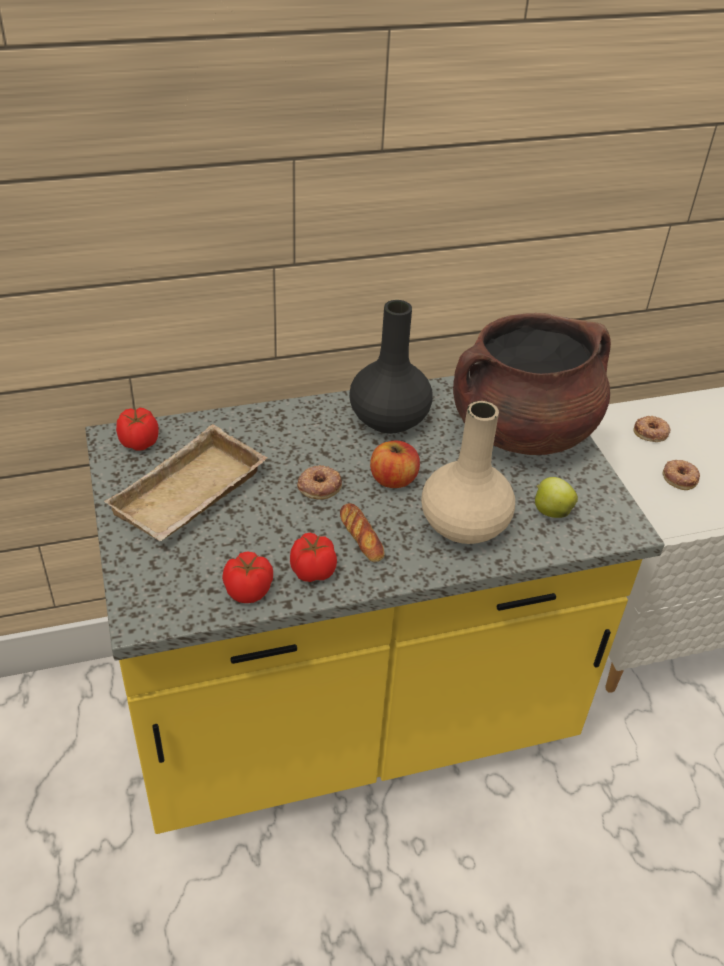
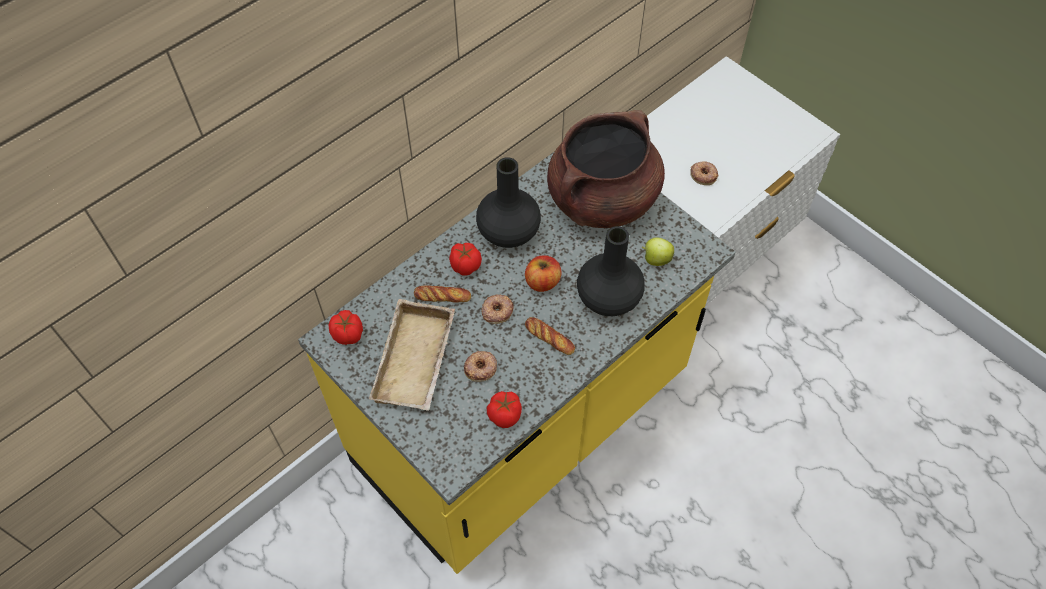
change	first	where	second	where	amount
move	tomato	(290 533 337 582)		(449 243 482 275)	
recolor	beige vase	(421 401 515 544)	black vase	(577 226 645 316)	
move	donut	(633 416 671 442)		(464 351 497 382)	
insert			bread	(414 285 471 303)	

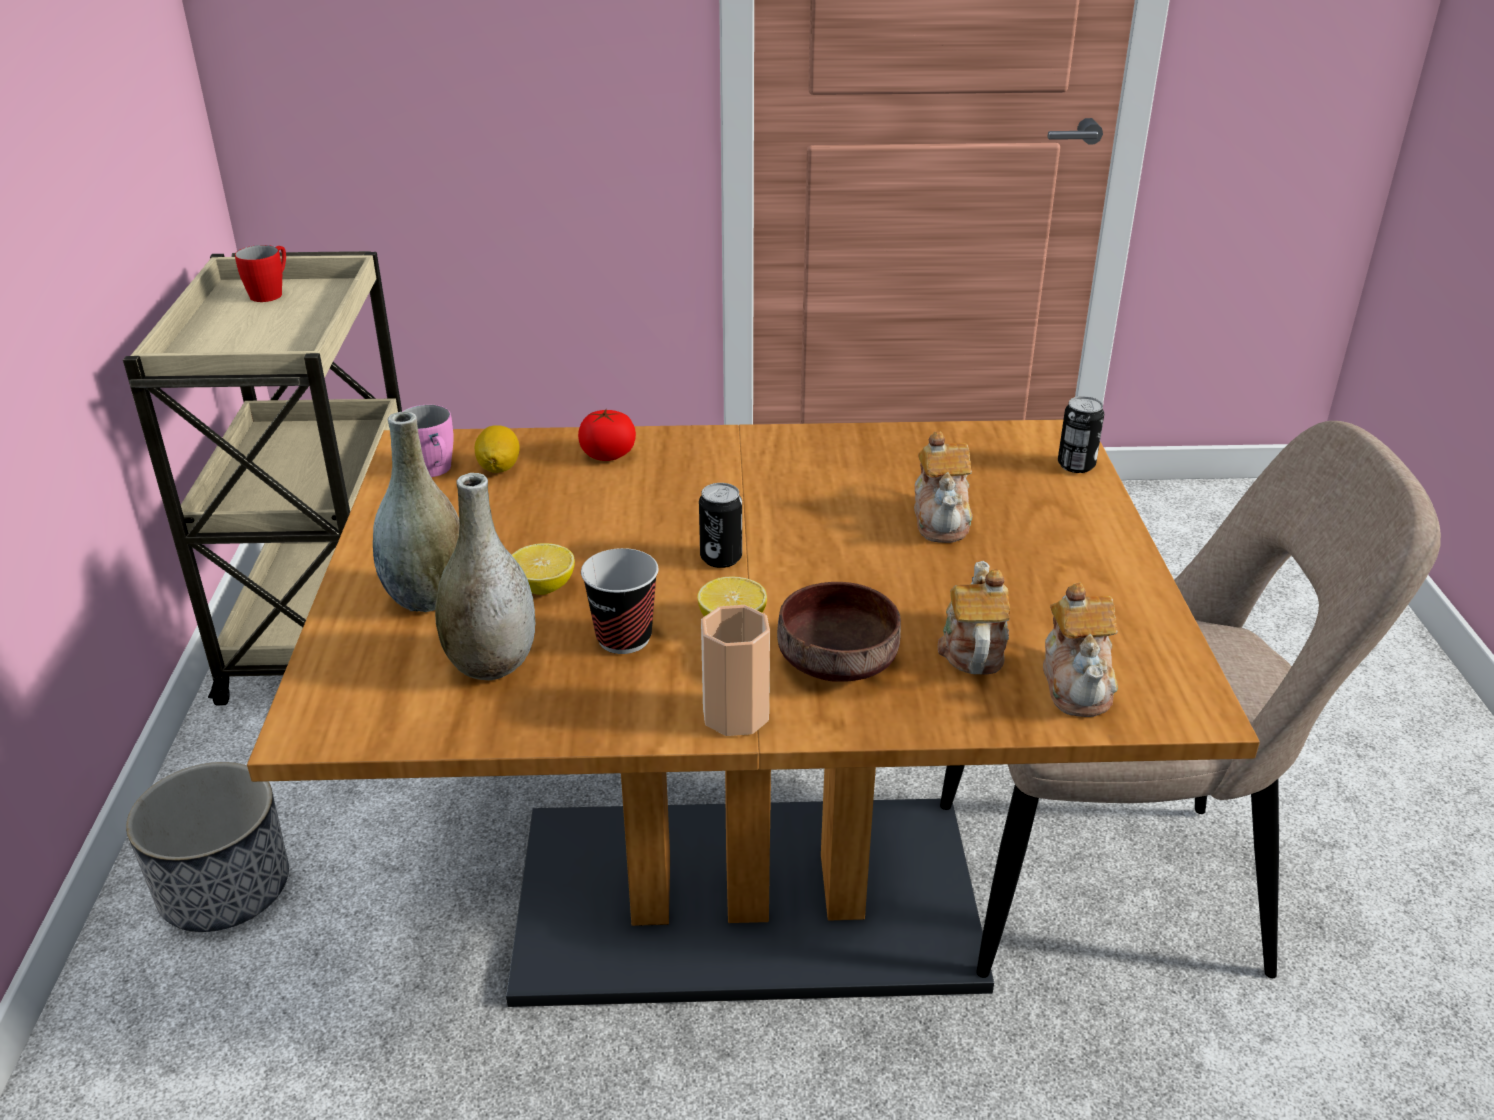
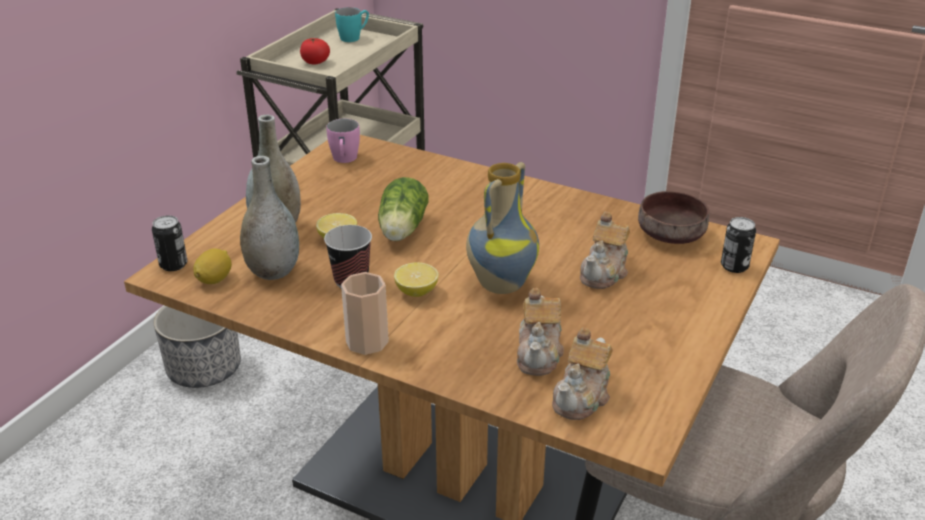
change	first	where	second	where	amount
recolor	red mug	(235 245 286 302)	turquoise mug	(335 7 369 42)	
move	lemon	(475 425 520 473)		(193 248 232 284)	
move	tomato	(578 409 636 461)		(300 38 330 64)	
move	can	(699 483 742 568)		(152 215 187 271)	
move	brown bowl	(777 582 901 682)		(638 191 709 244)	
rotate	teapot	(938 561 1010 675)		(517 288 564 376)	150 degrees clockwise
insert			lettuce	(378 177 429 241)	
insert			vase	(466 162 539 294)	

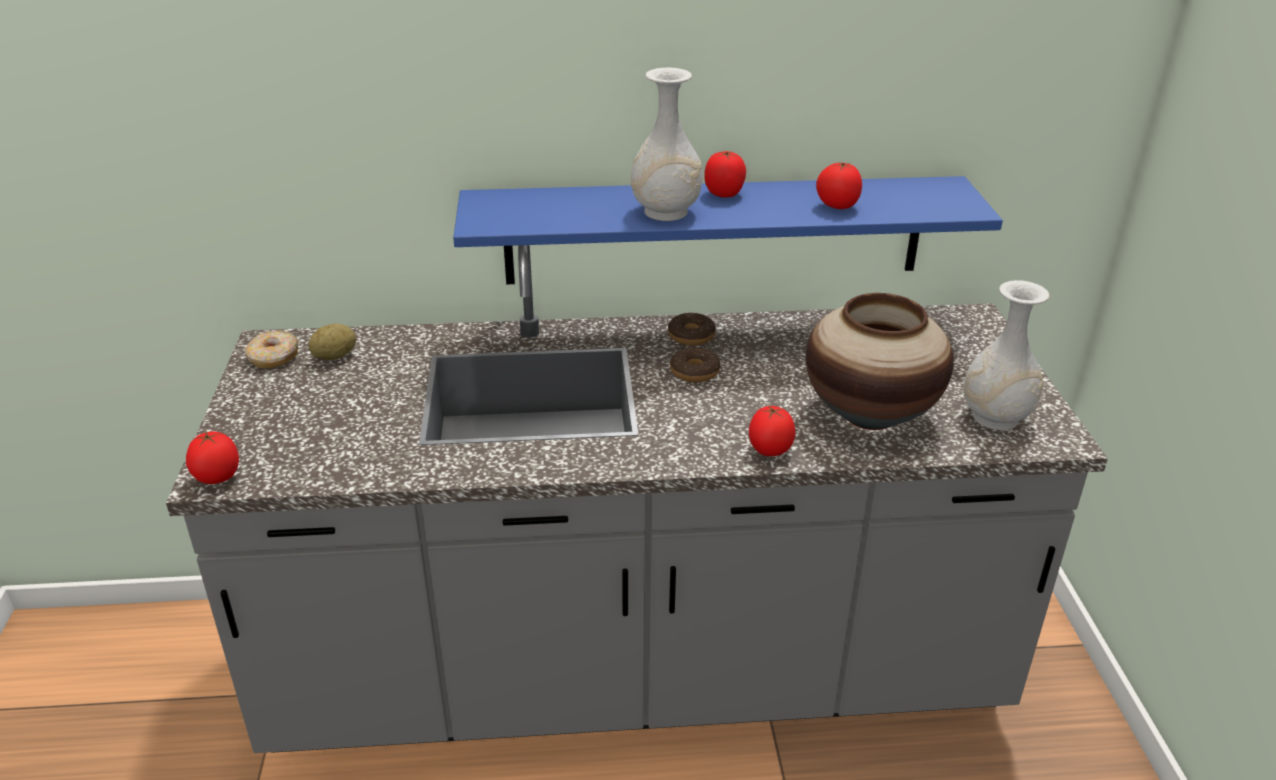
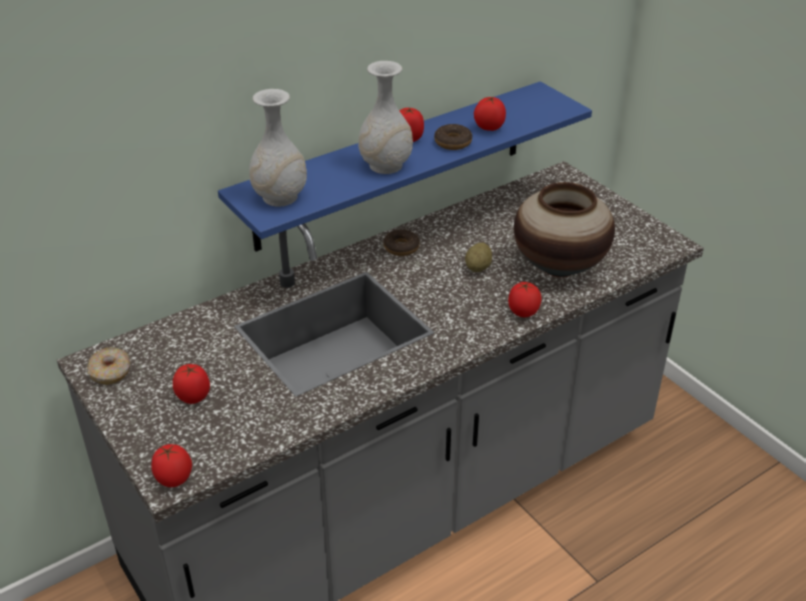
change	first	where	second	where	amount
move	potato	(308 323 356 360)		(465 243 492 272)	
move	donut	(670 347 720 383)		(434 124 472 150)	
move	white vase	(963 280 1049 430)		(249 89 307 206)	
insert			tomato	(173 364 210 404)	

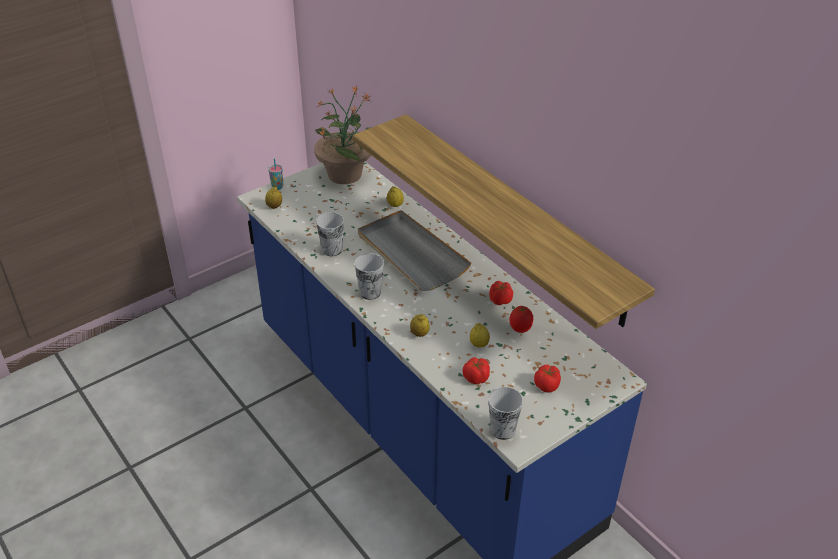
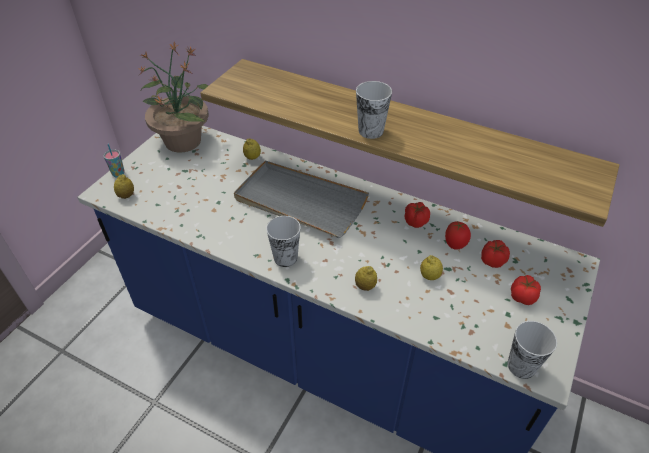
change	first	where	second	where	amount
move	cup	(316 212 344 256)		(356 81 392 139)	
move	tomato	(463 357 490 384)		(481 240 510 268)	

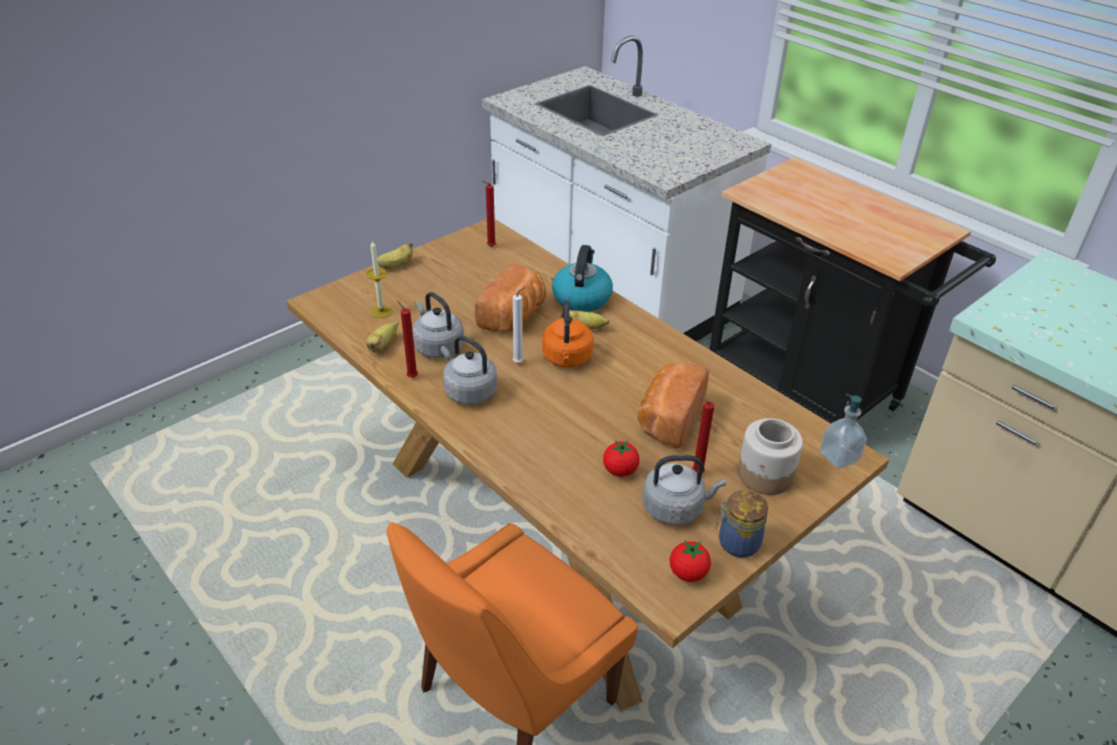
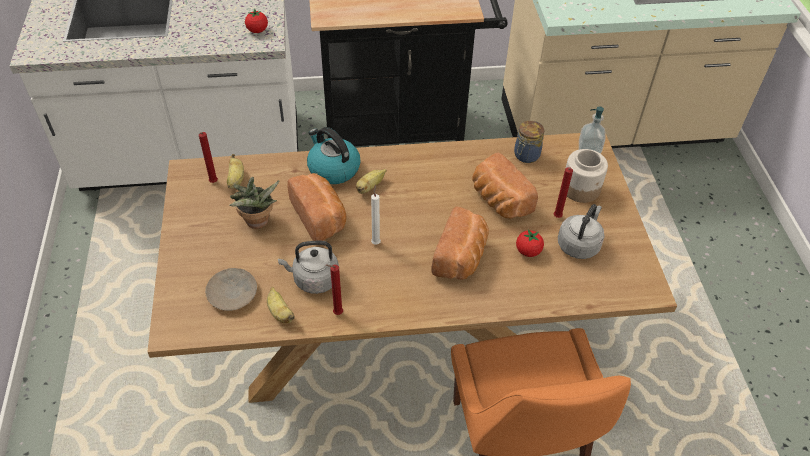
change	first	where	second	where	amount
replace	candle	(367 241 393 318)	beige plate	(205 268 257 311)	
move	banana	(377 242 413 269)		(227 154 244 188)	
delete	grey kettle	(441 336 497 405)			
delete	orange kettle	(542 300 593 367)			
move	tomato	(670 540 711 582)		(245 9 268 33)	
move	jar	(716 490 768 557)		(514 121 544 163)	
insert			potted plant	(229 177 280 229)	
insert			bread	(431 207 489 280)	

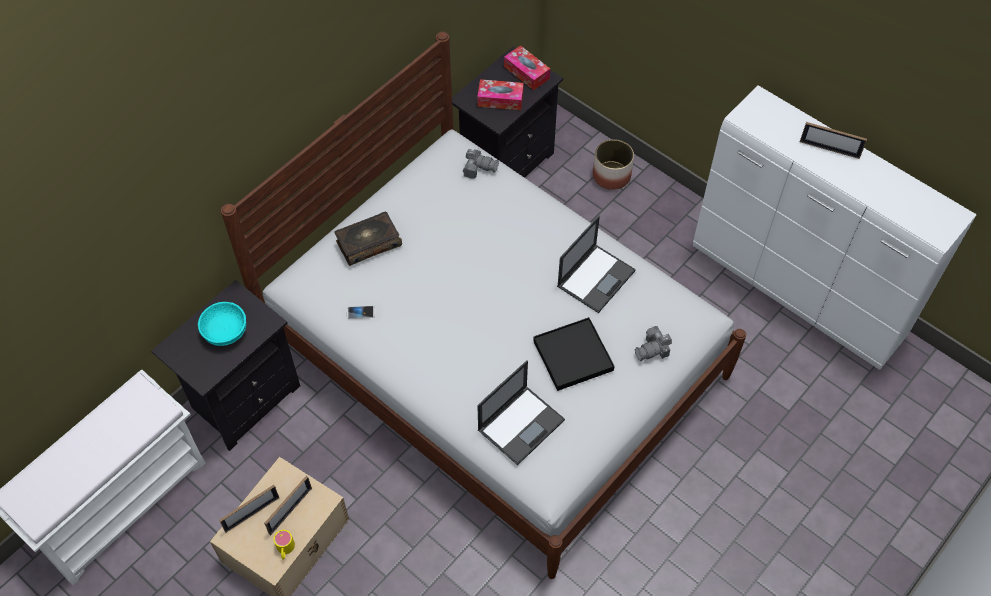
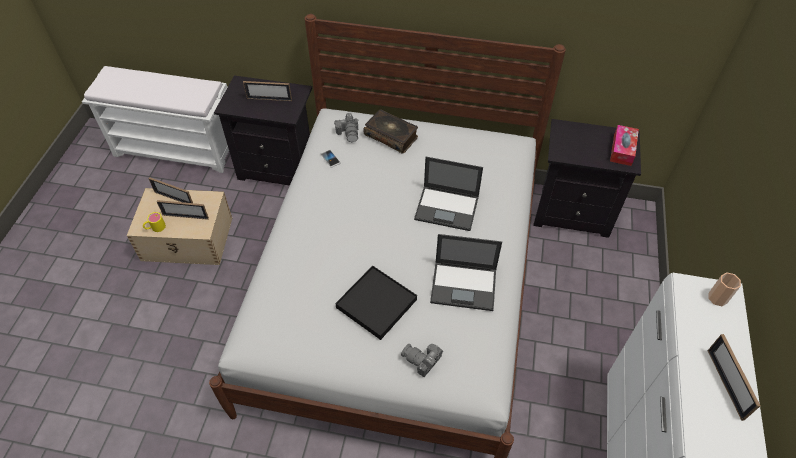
change	first	where	second	where	amount
replace	turquoise bowl	(198 302 246 346)	picture frame	(243 81 292 101)	
move	photo camera	(463 149 499 179)		(334 113 358 142)	
delete	tissue box	(477 79 524 110)			
move	laptop	(477 360 565 465)		(414 157 483 231)	
delete	planter	(593 139 634 190)			
insert			cup	(708 272 741 306)	

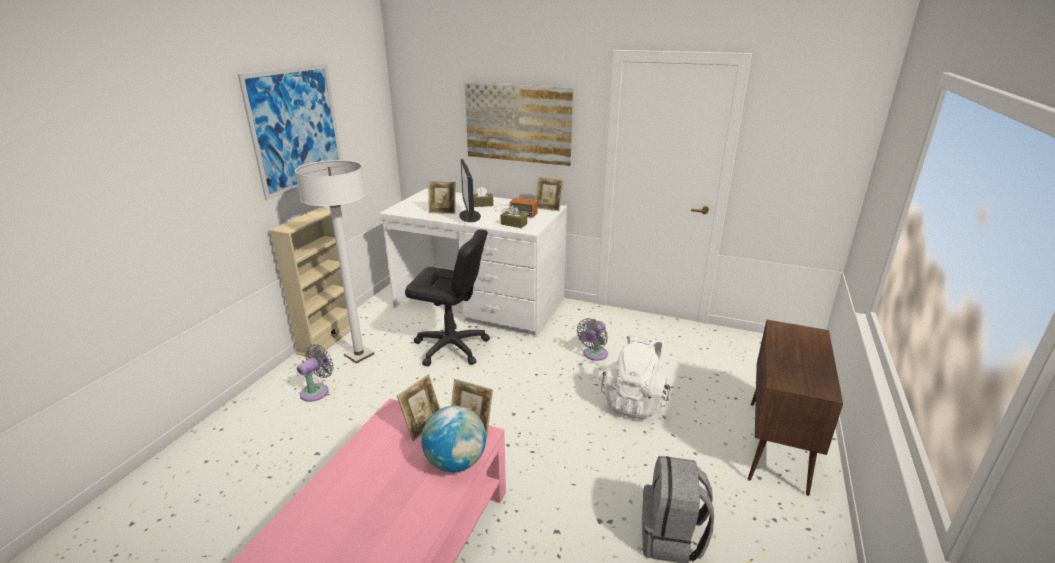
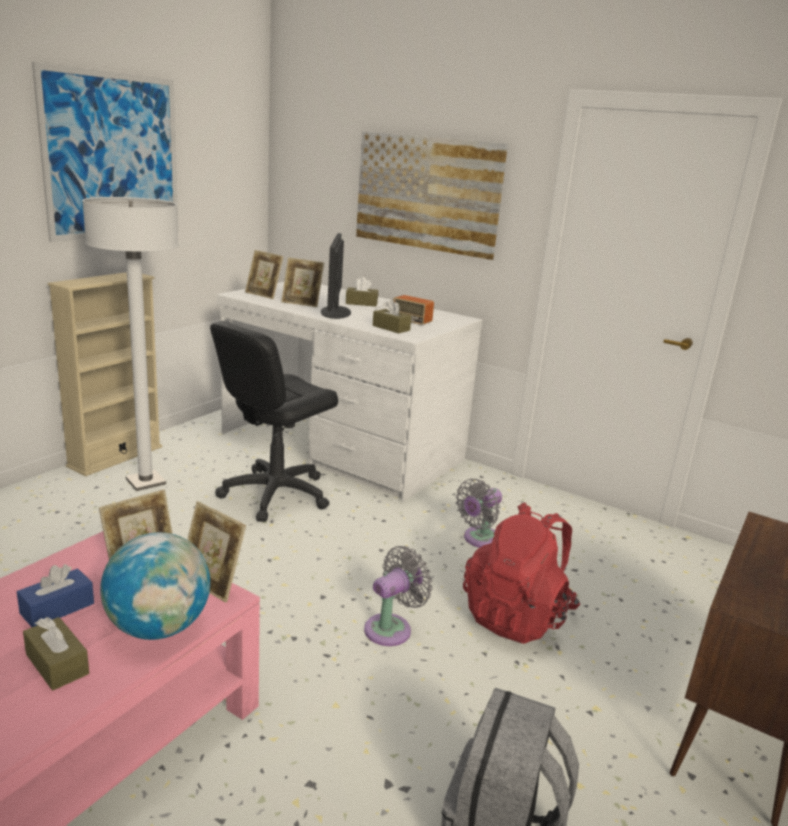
change	first	where	second	where	amount
move	grey fan	(297 344 334 402)		(364 546 433 646)	
rotate	black office chair	(405 229 490 367)		(210 321 338 522)	105 degrees clockwise
move	picture frame	(535 177 564 211)		(245 250 283 299)	
recolor	white backpack	(601 333 671 420)	red backpack	(463 502 580 644)	
insert			blue tissue box	(17 564 94 627)	
insert			brown tissue box	(23 617 89 691)	

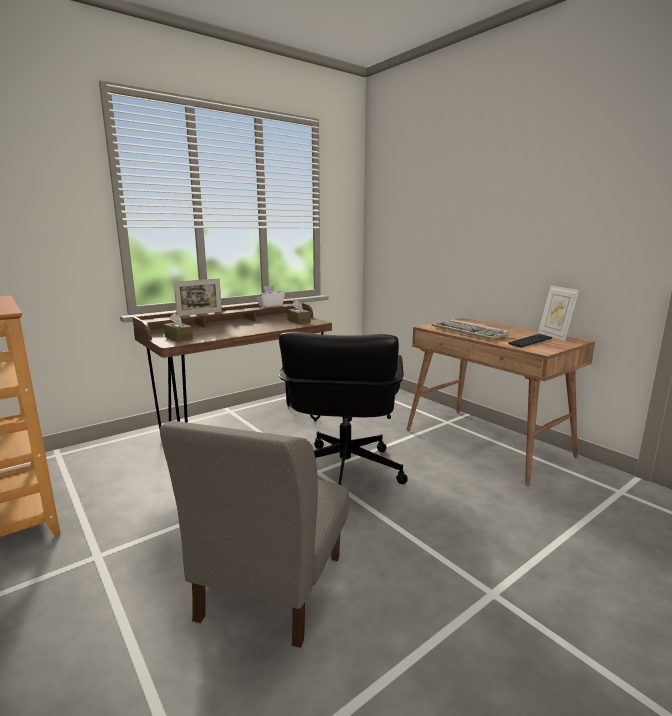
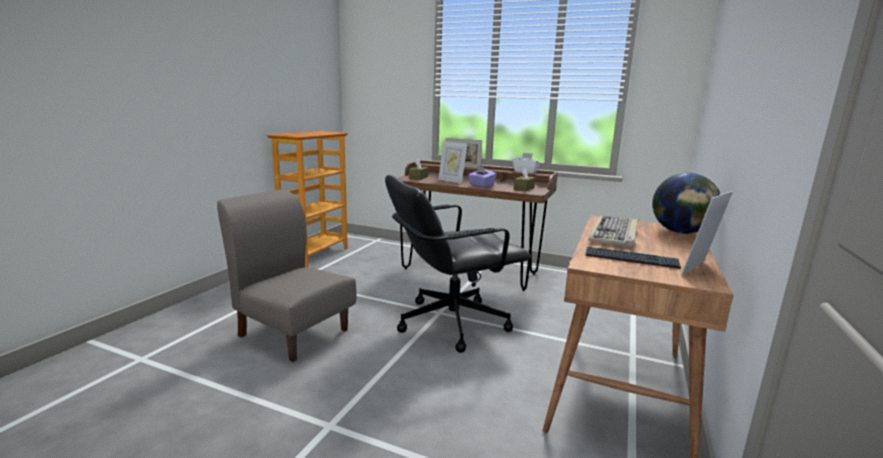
change	first	where	second	where	amount
rotate	grey chair	(160 421 349 648)		(217 189 357 362)	45 degrees clockwise
insert			picture frame	(438 141 468 183)	
insert			purple tissue box	(468 166 497 188)	
insert			globe	(652 173 720 234)	

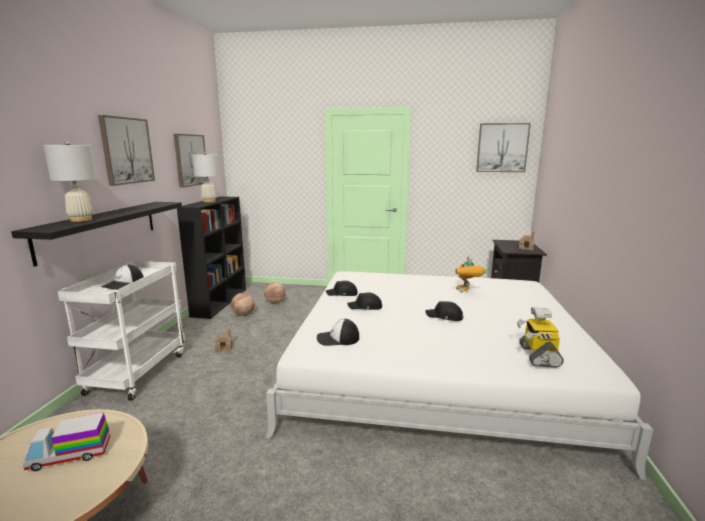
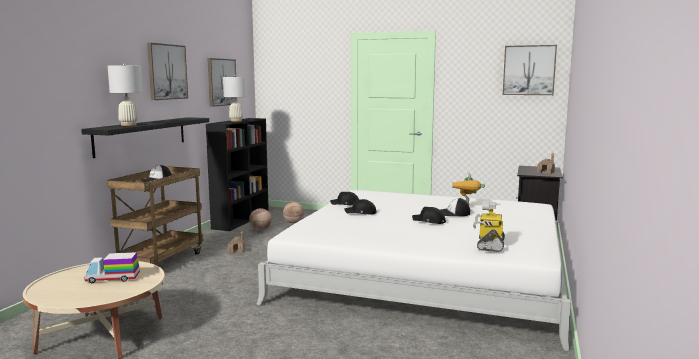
change	first	where	second	where	amount
recolor	white cart	(57 261 185 401)	brown cart	(107 166 203 265)	
move	cap	(317 319 359 346)		(440 198 470 216)	

